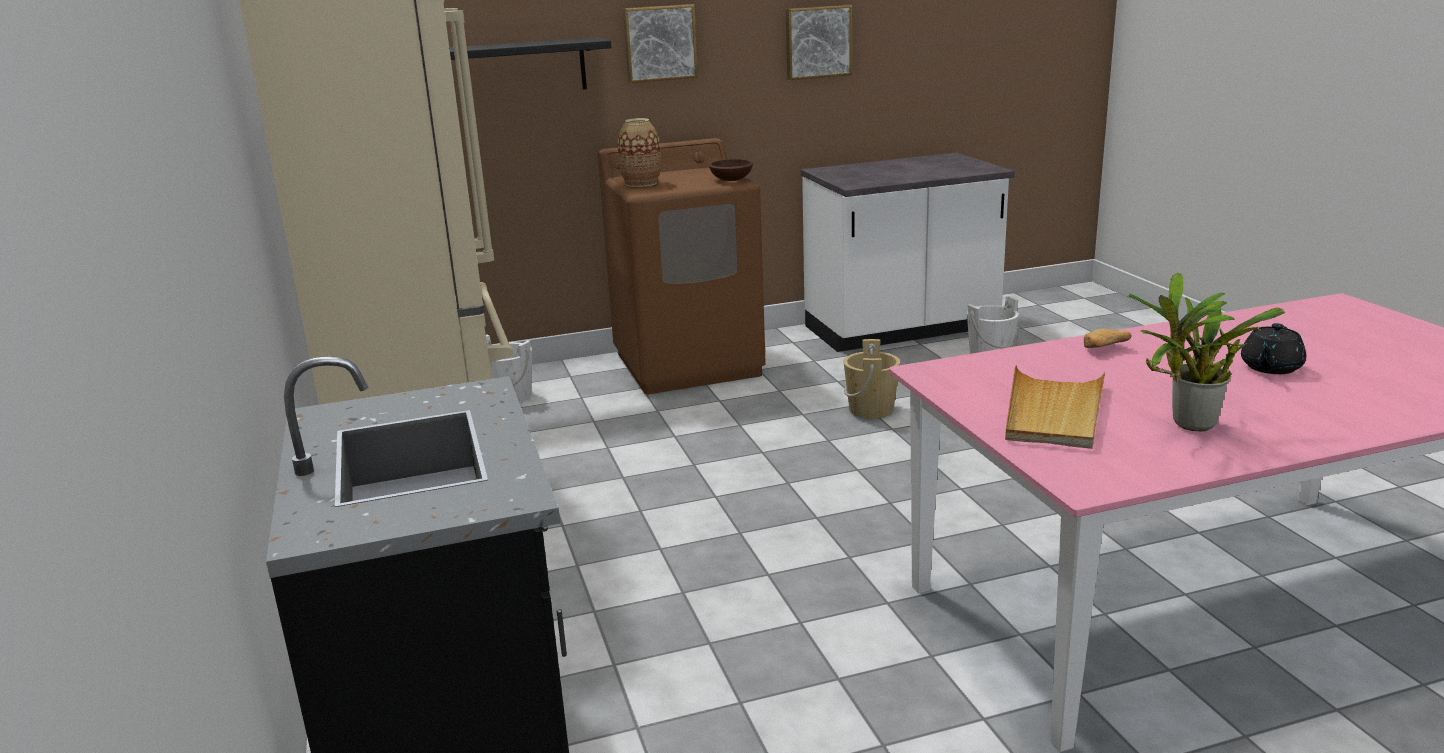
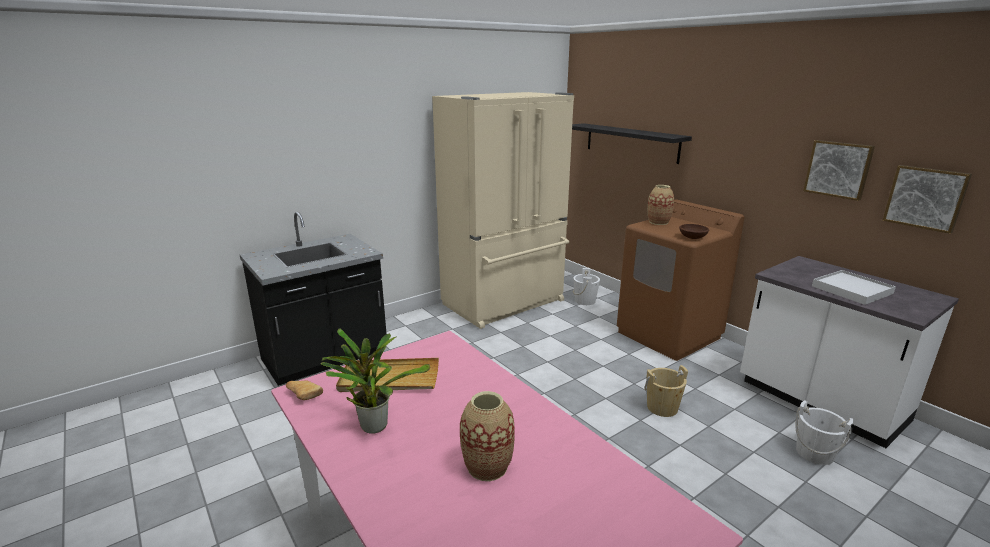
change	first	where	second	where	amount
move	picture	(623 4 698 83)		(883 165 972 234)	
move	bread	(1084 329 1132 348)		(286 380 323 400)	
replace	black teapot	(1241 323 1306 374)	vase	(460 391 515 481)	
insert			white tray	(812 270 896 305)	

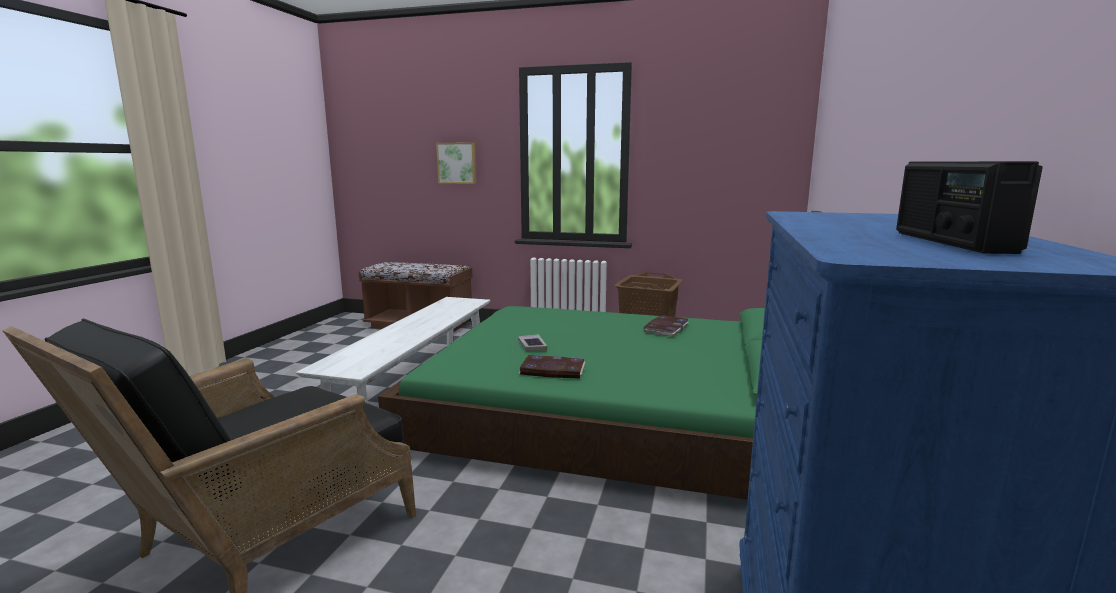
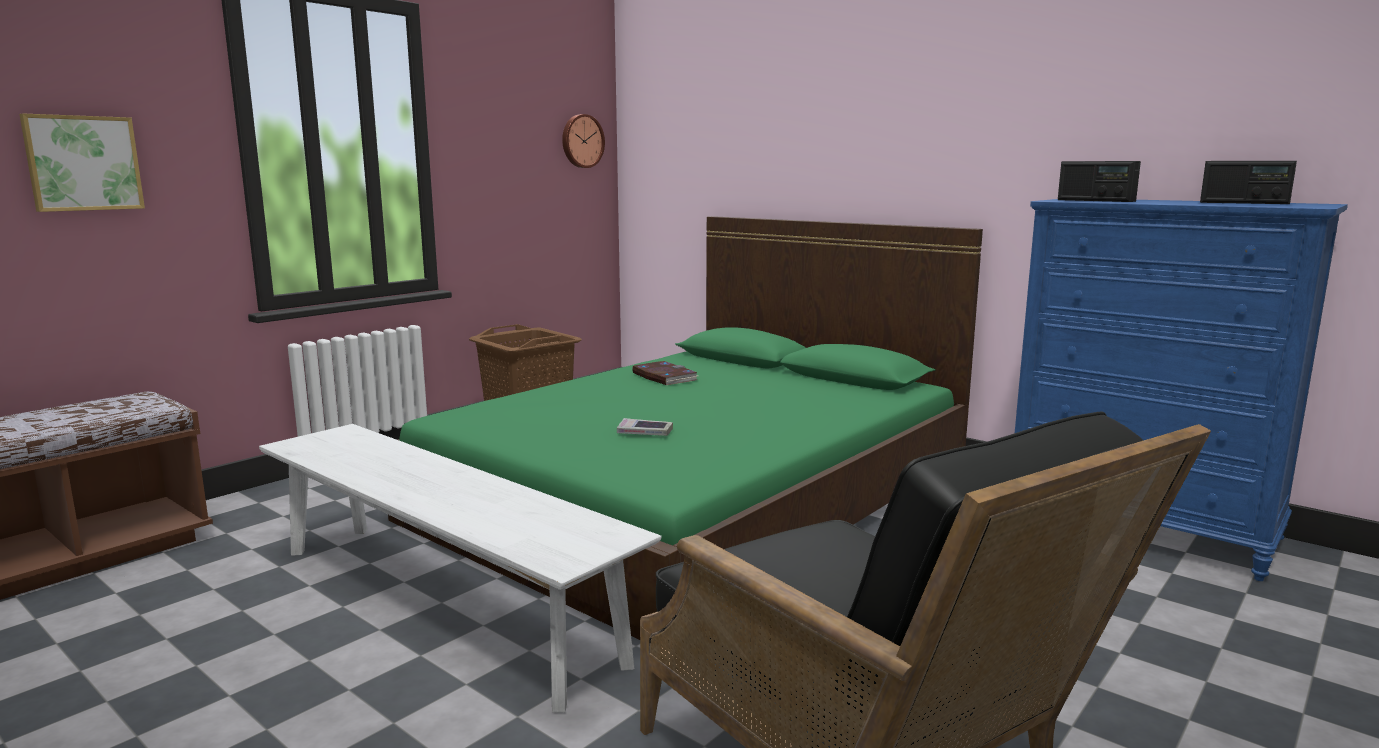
change	first	where	second	where	amount
delete	book	(519 355 585 379)			
insert			wall clock	(562 114 605 168)	
insert			radio	(1058 161 1141 202)	

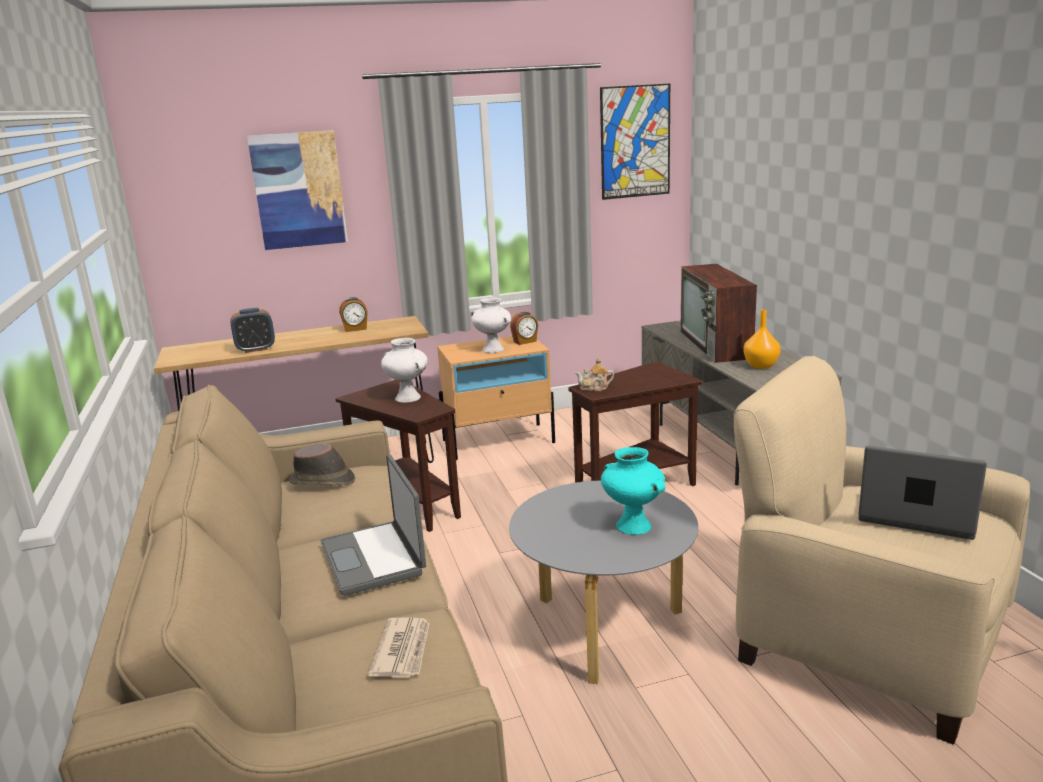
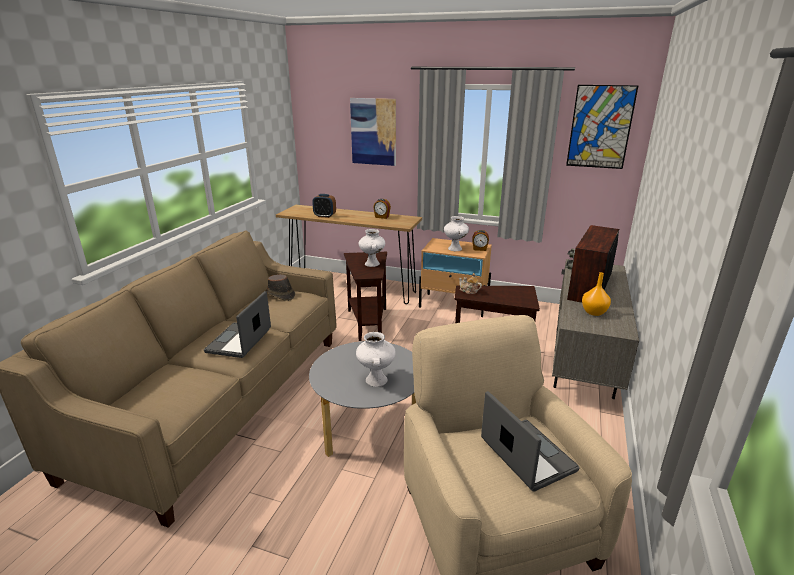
change	first	where	second	where	amount
delete	newspaper	(368 618 430 678)			
recolor	turquoise vase	(601 447 665 535)	white vase	(356 332 396 387)	

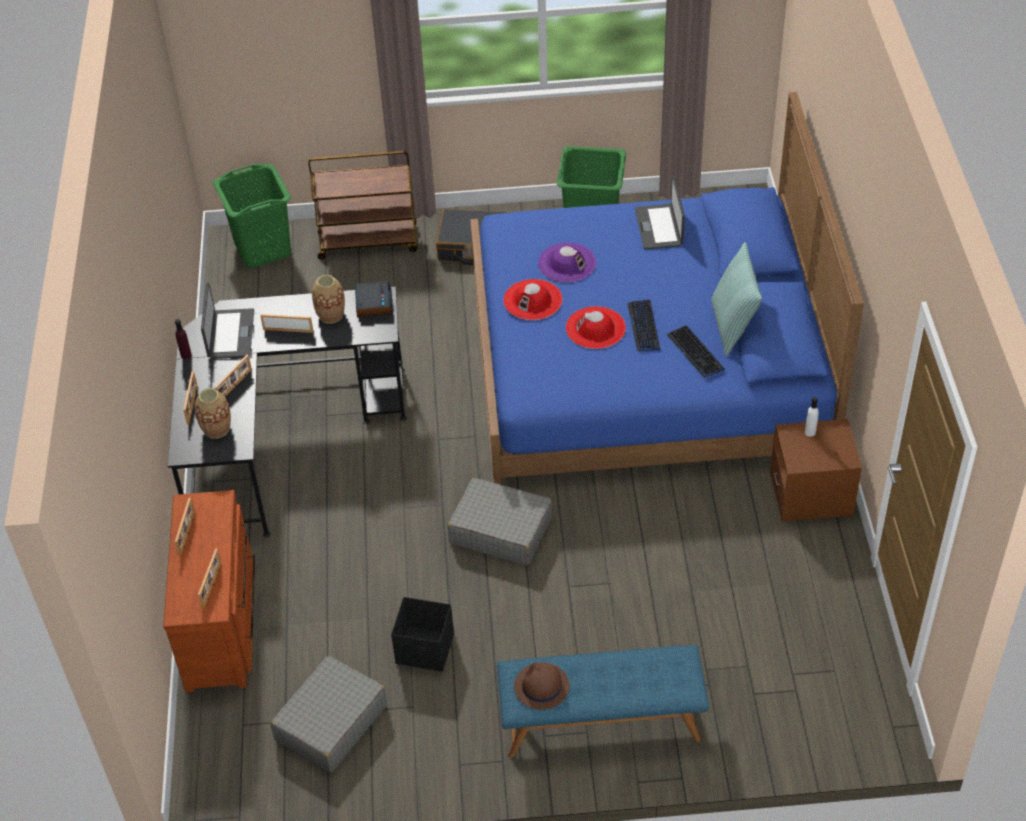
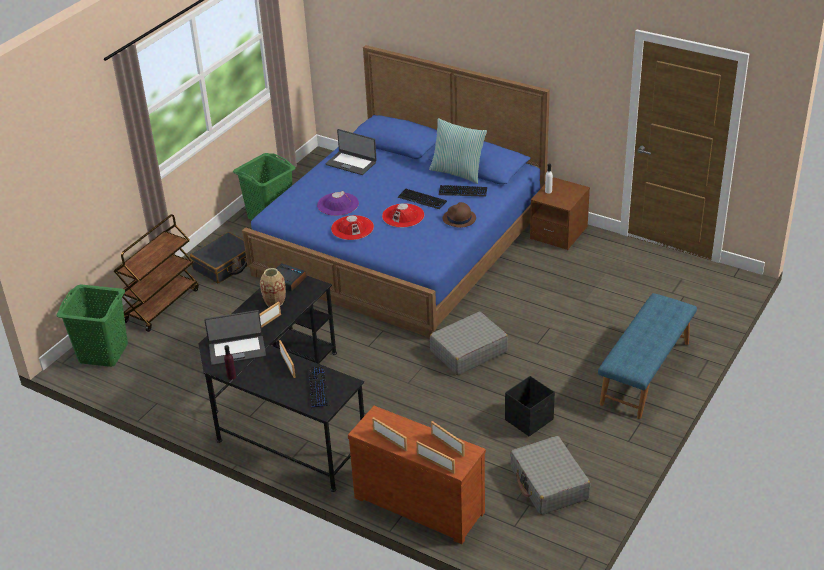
change	first	where	second	where	amount
move	picture frame	(183 371 197 425)		(416 441 455 474)	
replace	vase	(194 388 231 439)	keyboard	(307 366 331 408)	
rotate	laptop	(201 282 254 359)		(204 310 266 366)	135 degrees clockwise
move	brown hat	(514 662 570 710)		(443 202 476 228)	

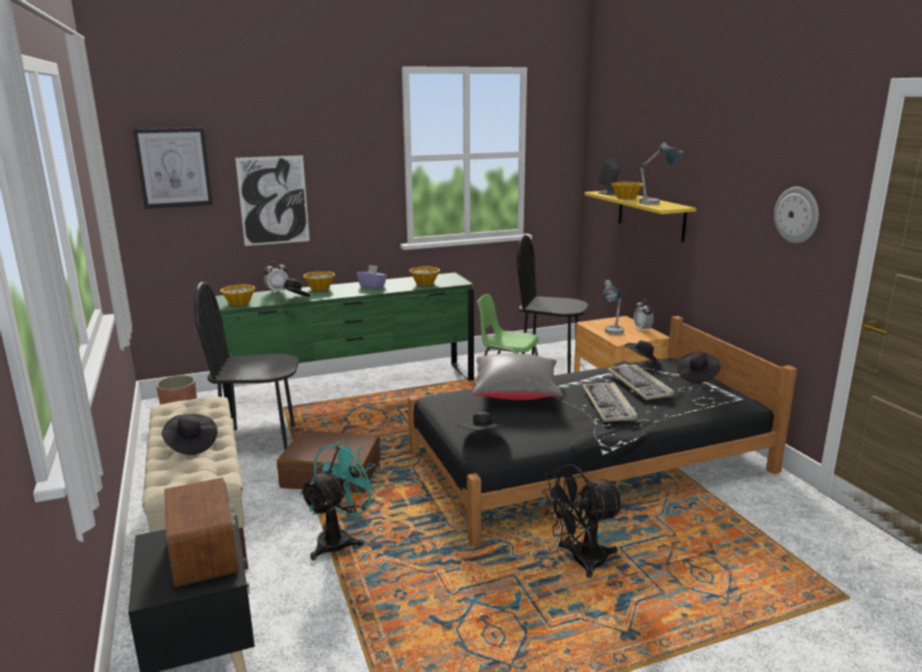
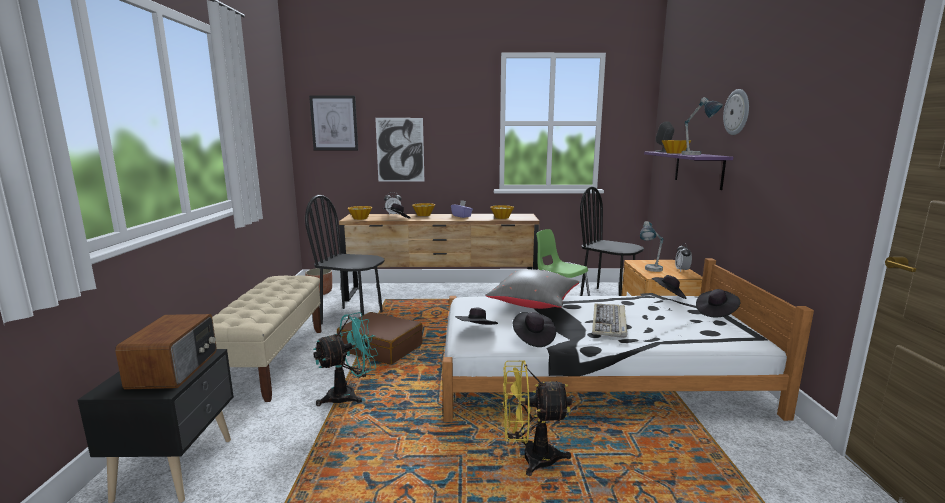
change	first	where	second	where	amount
move	black hat	(162 414 218 455)		(513 312 556 347)	
recolor	green dresser	(215 272 474 418)	brown dresser	(339 214 539 301)	
recolor	black bed	(408 316 797 545)	white bed	(443 258 814 422)	
recolor	black fan	(542 464 625 578)	yellow fan	(503 360 572 476)	
recolor	yellow shelf	(584 191 696 242)	purple shelf	(644 152 733 190)	
delete	keyboard	(607 364 674 400)			
move	wall clock	(774 187 819 243)		(723 89 749 135)	

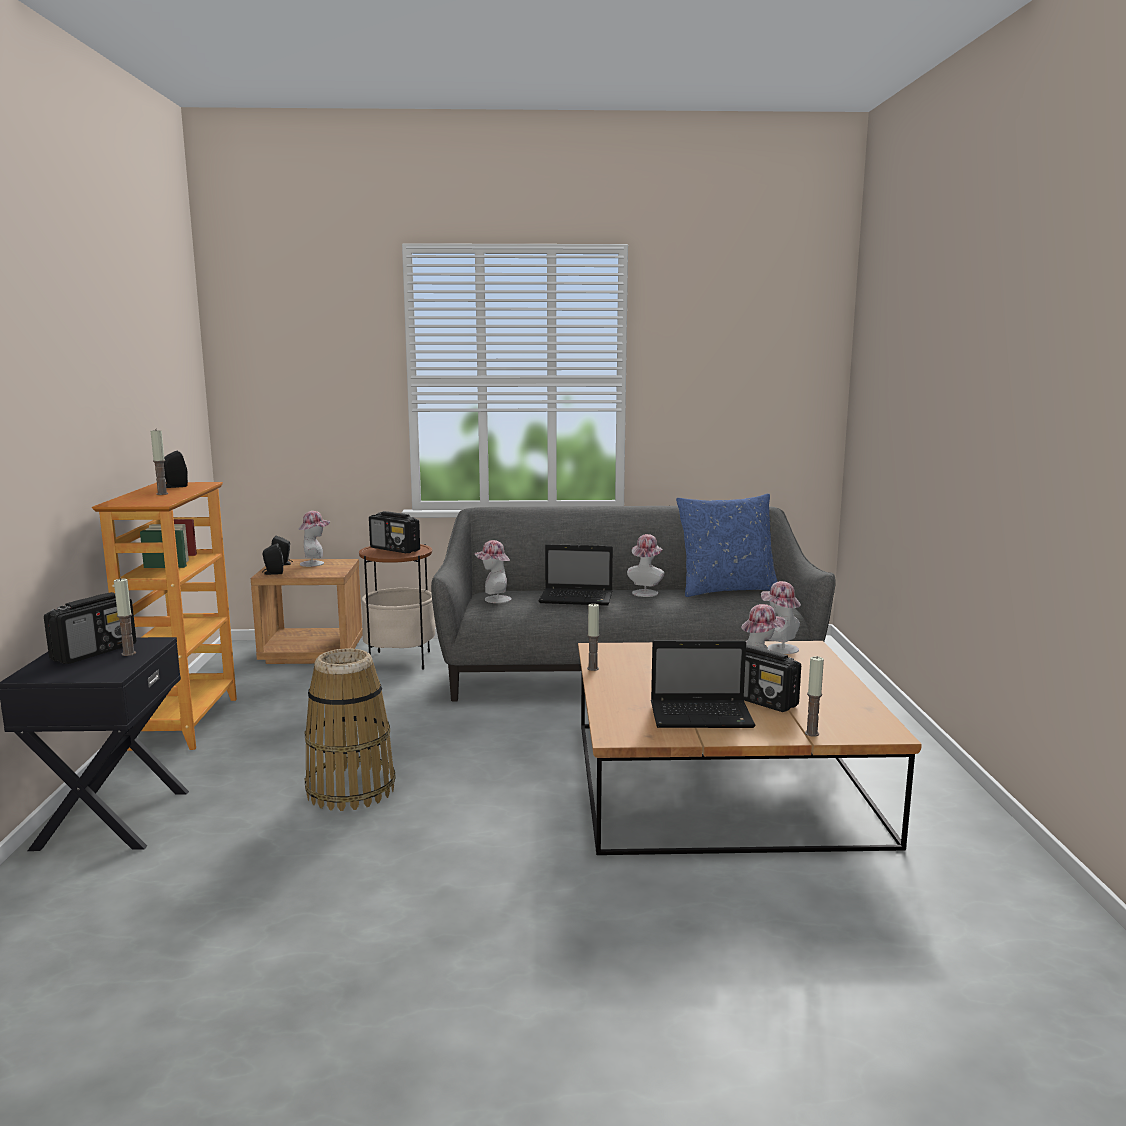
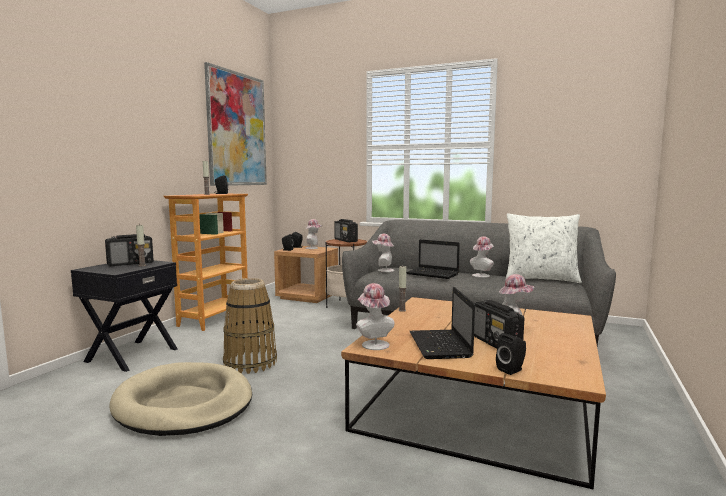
change	first	where	second	where	amount
rotate	laptop	(651 641 756 728)		(410 287 475 359)	60 degrees clockwise
recolor	blue pillow	(676 493 778 597)	white pillow	(506 213 582 283)	
move	hat	(761 581 801 654)		(356 283 395 350)	
replace	candle	(805 656 824 737)	black speaker	(496 333 526 375)	
insert			beige dog bed	(109 362 252 436)	
insert			picture	(204 62 267 186)	

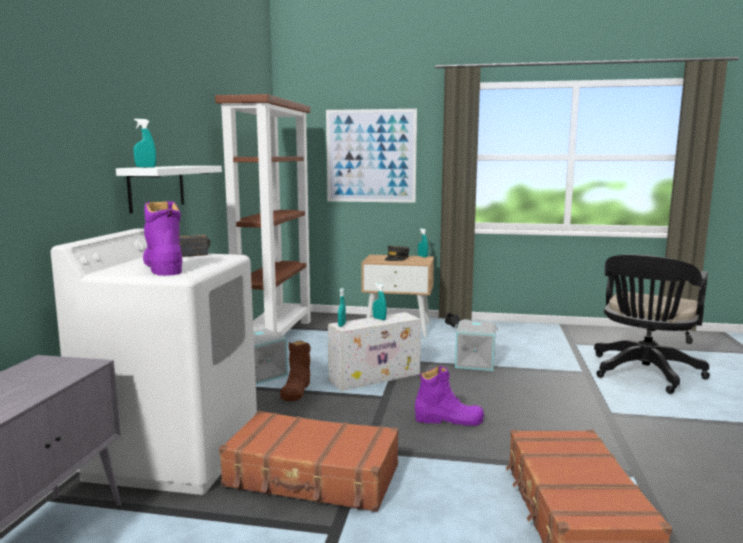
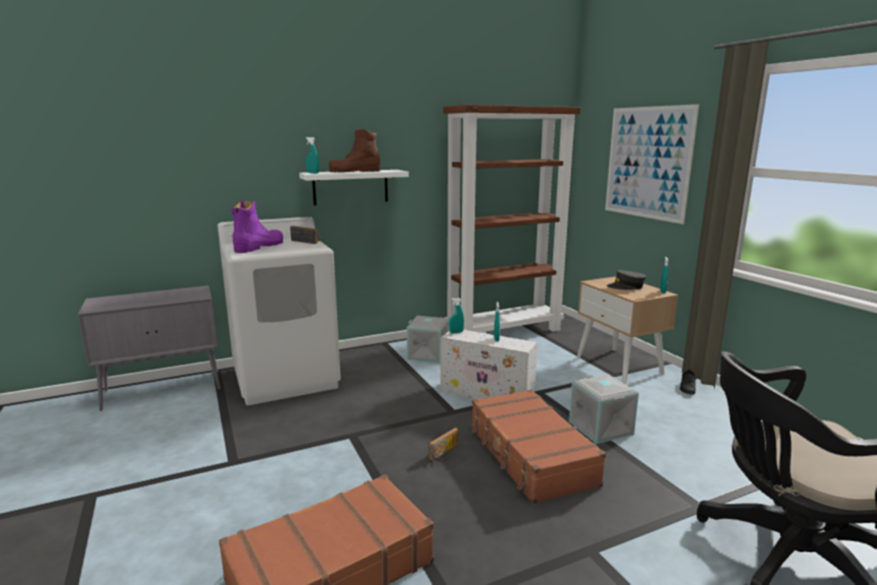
change	first	where	second	where	amount
move	brown suitcase	(219 411 399 512)		(472 389 606 504)	
move	brown boot	(280 341 311 401)		(329 129 380 172)	
replace	purple boot	(415 366 484 426)	radio	(429 428 459 461)	

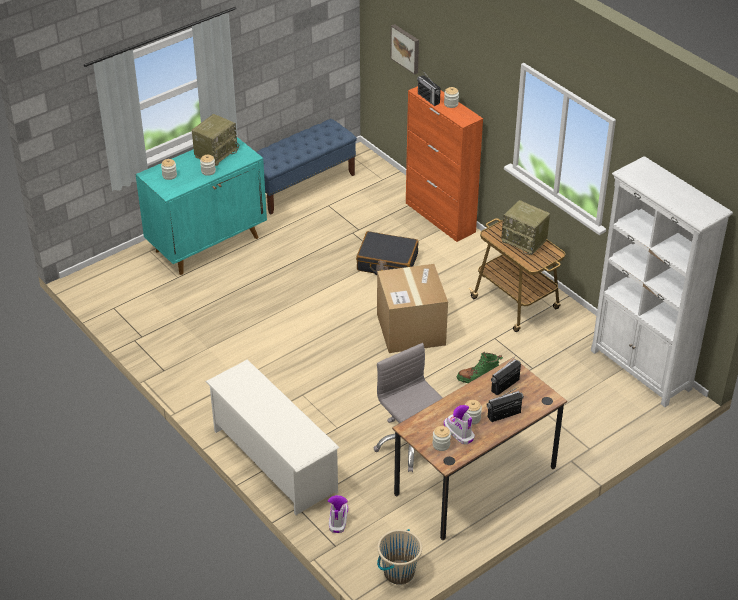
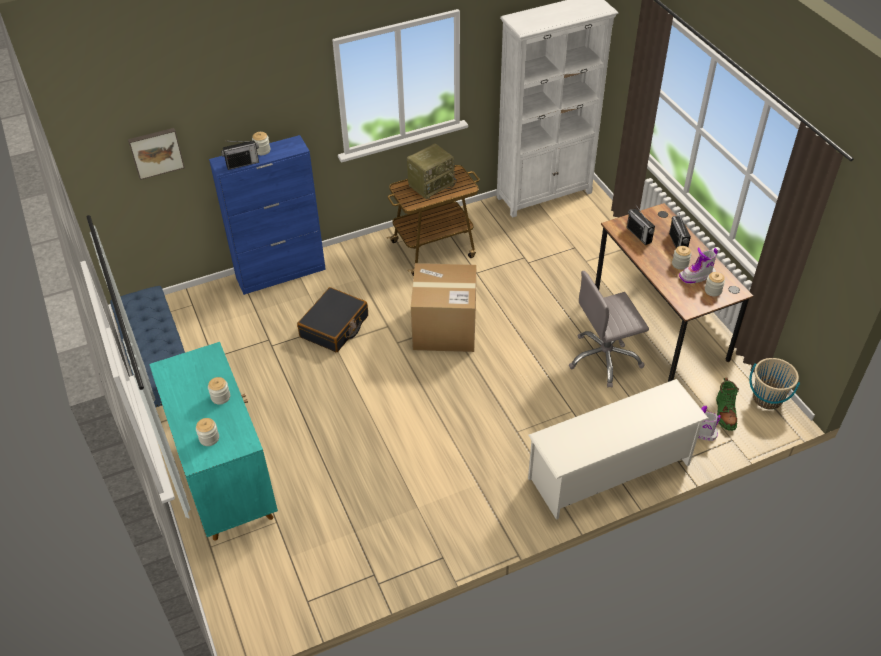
change	first	where	second	where	amount
delete	radio	(192 114 239 166)			
recolor	orange cabinet	(406 86 483 242)	blue cabinet	(209 135 326 295)	
move	green boot	(457 352 503 383)		(716 378 739 431)	

